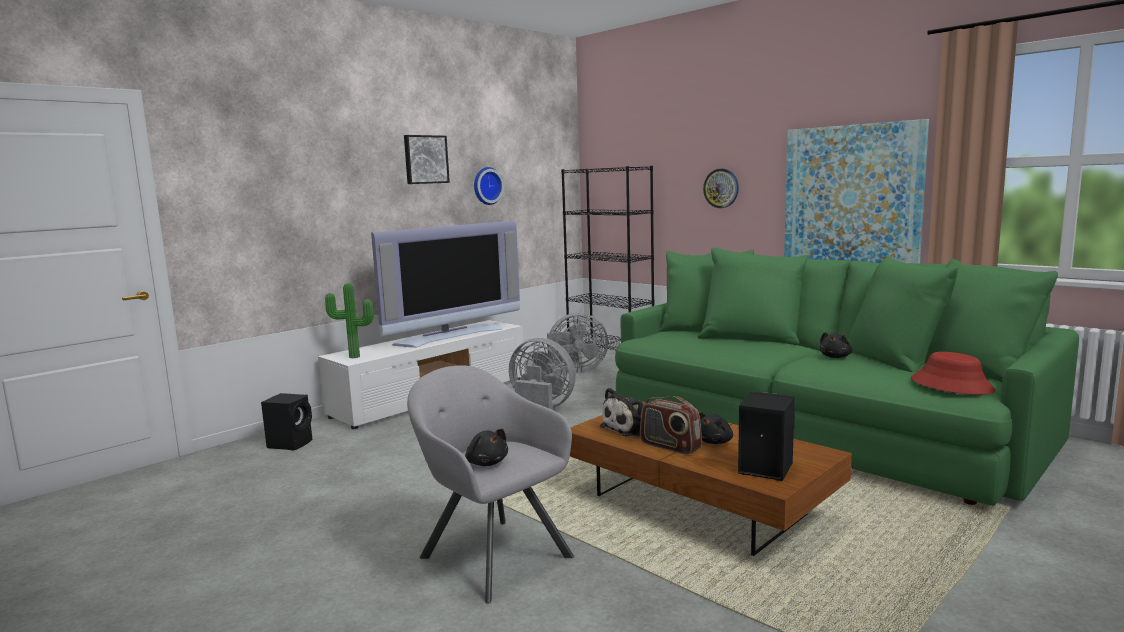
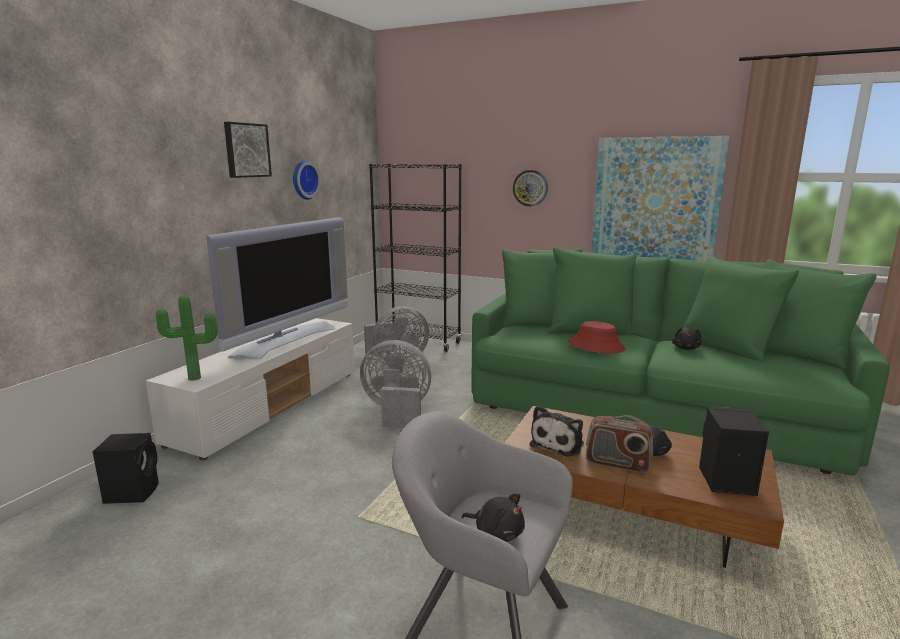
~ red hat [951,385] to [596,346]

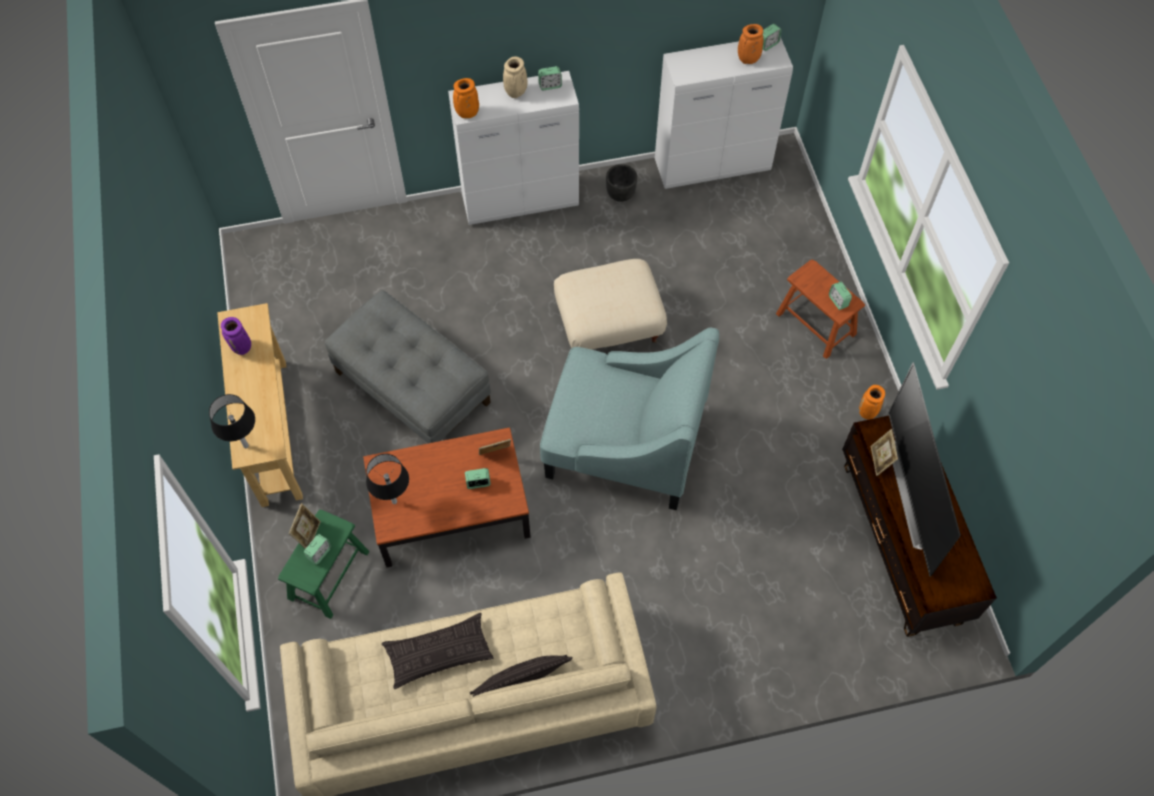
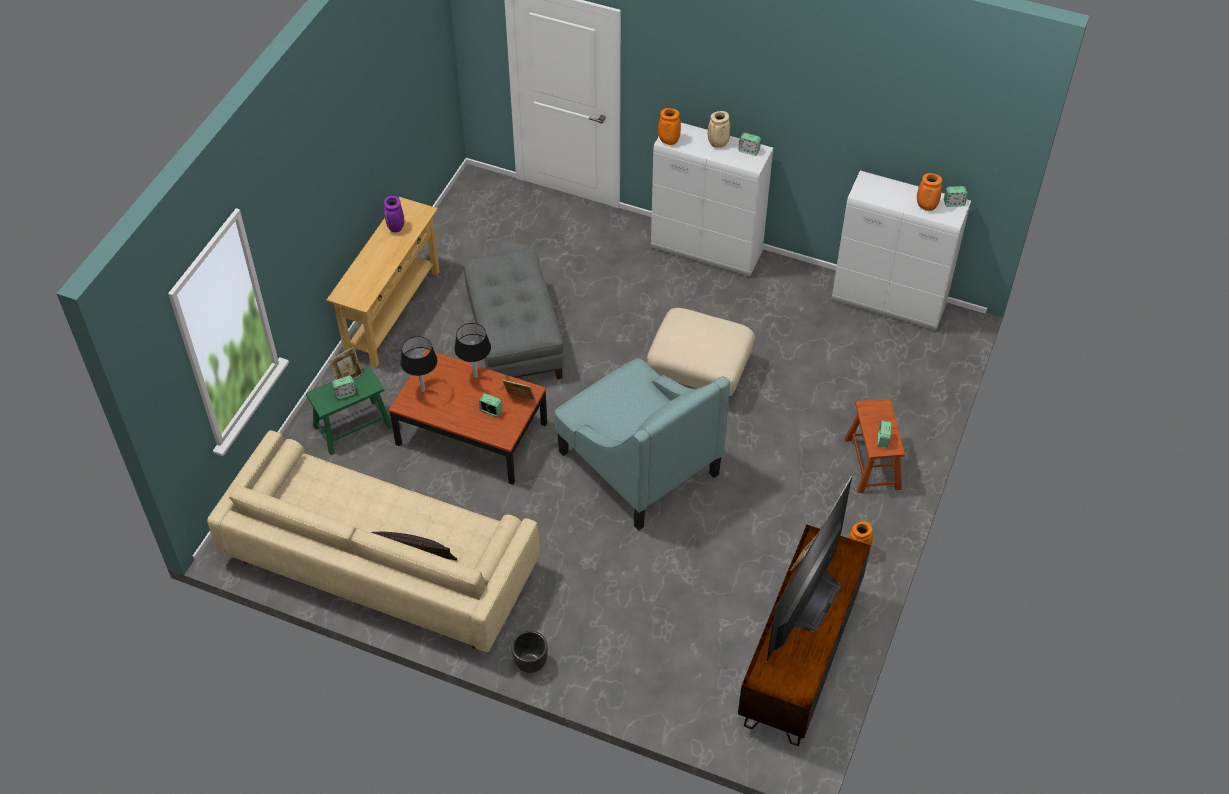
- pillow [438,653]
~ black lamp for a table [246,446] to [475,377]
~ black plant pot [620,195] to [530,663]

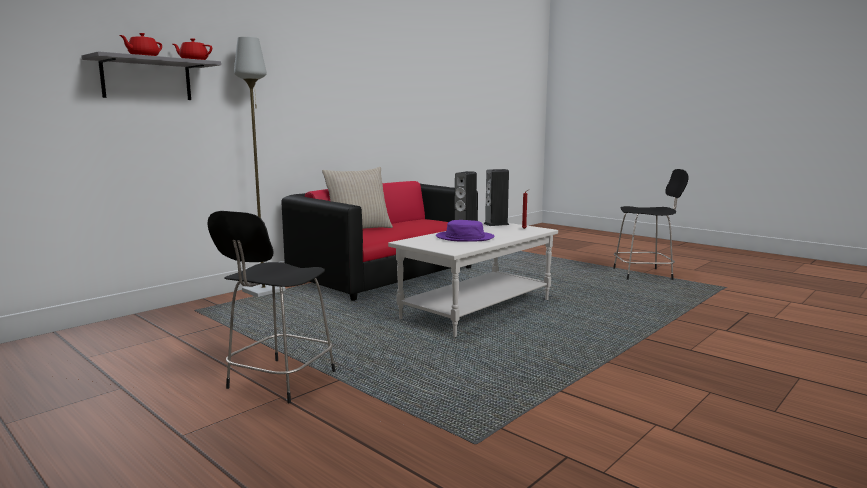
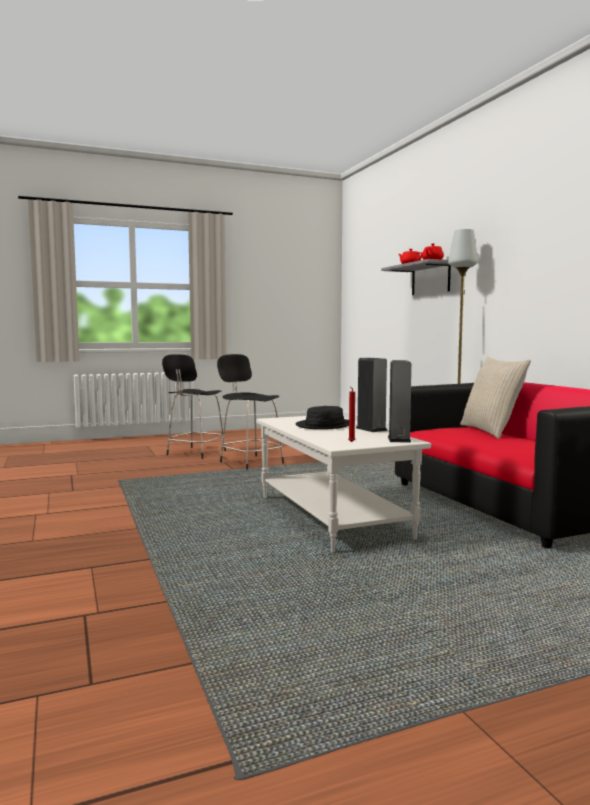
~ black stool seat [644,274] to [195,453]
~ purple hat [465,237] to black hat [325,425]

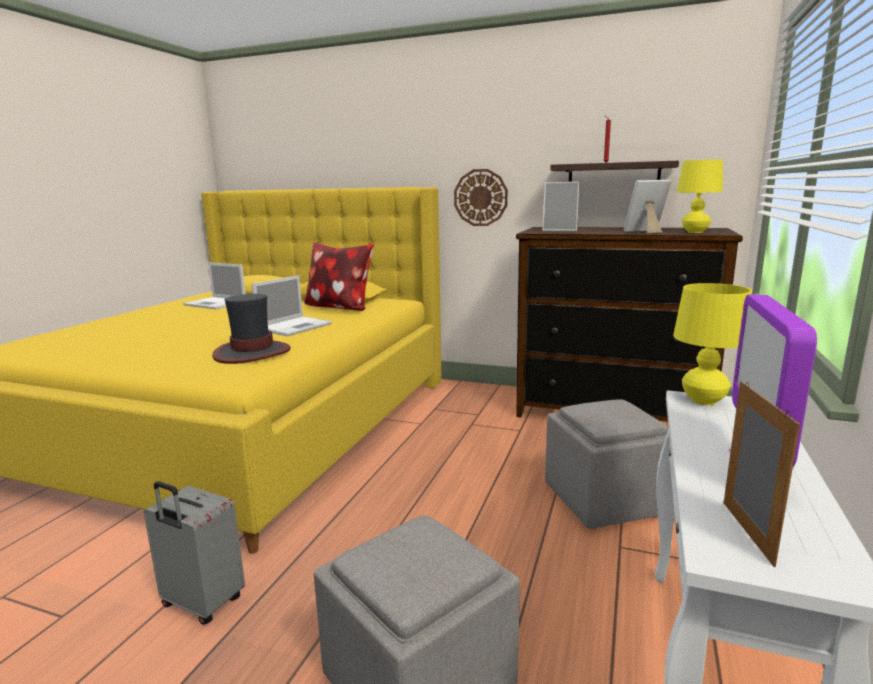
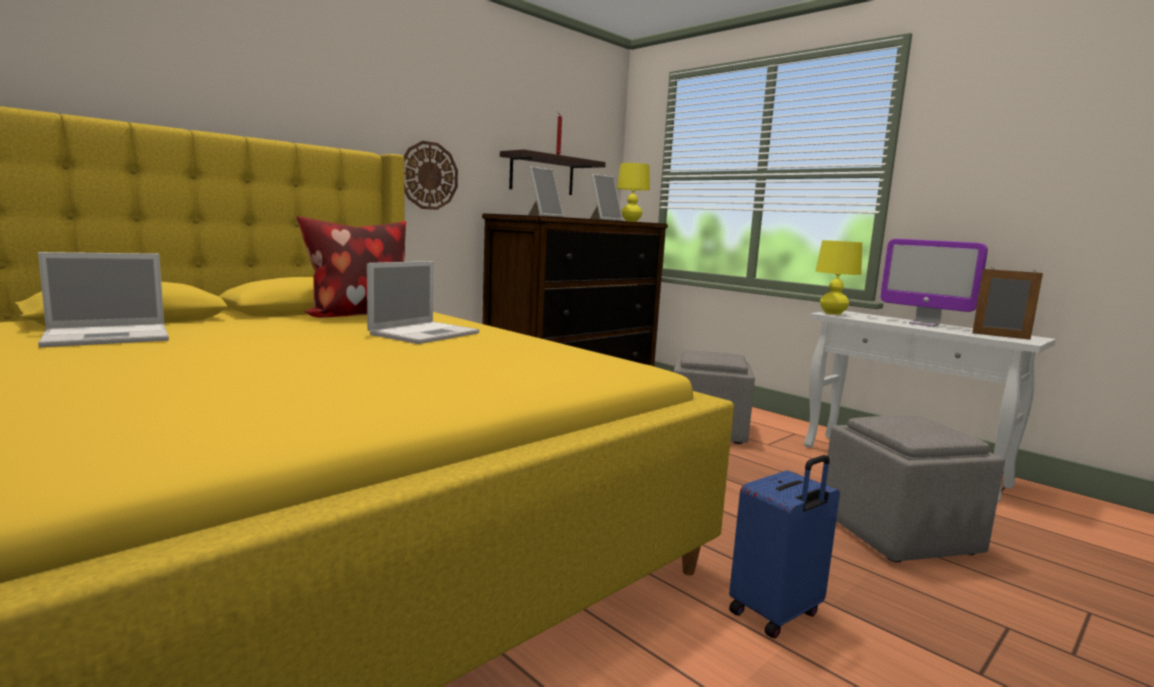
- hat [252,353]
~ grey travel case [201,604] to blue travel case [776,614]
~ portable computer [295,326] = [425,333] 60 degrees clockwise
~ picture frame [645,232] = [604,219] 150 degrees counterclockwise

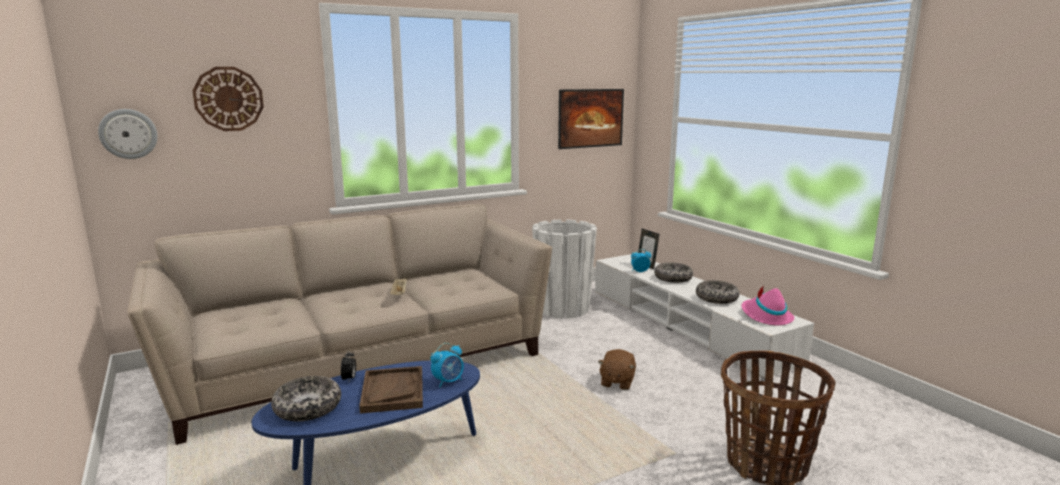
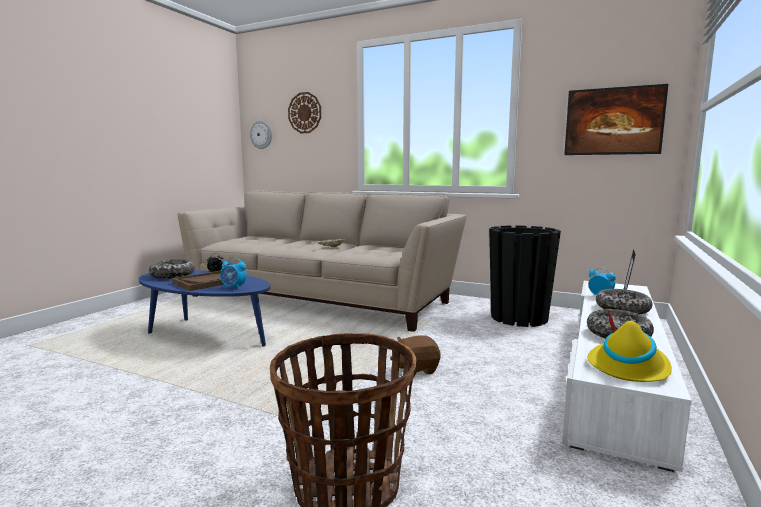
~ whitish plant pot [563,308] to black plant pot [519,317]
~ pink hat [765,316] to yellow-coloured hat [628,366]

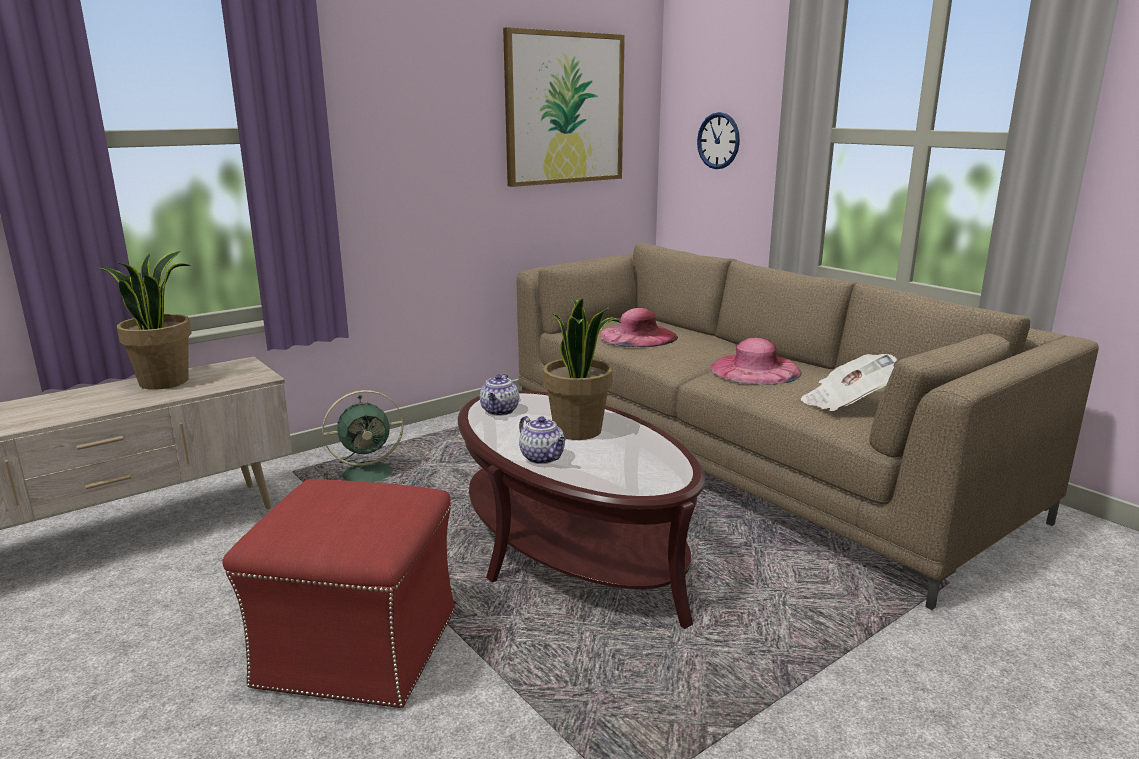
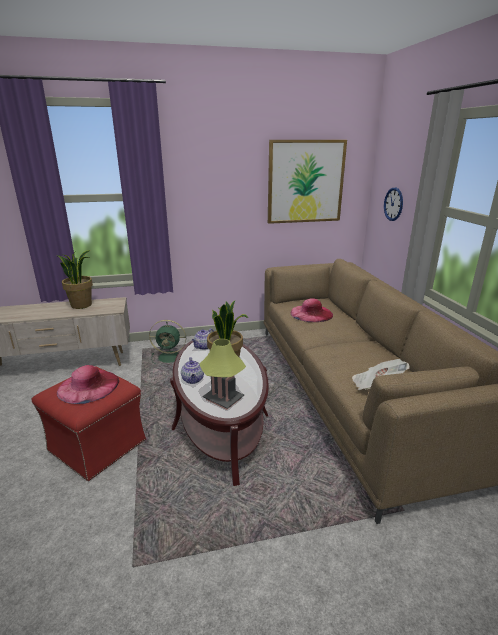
+ lamp for a table [223,399]
~ pink hat [755,369] to [88,386]

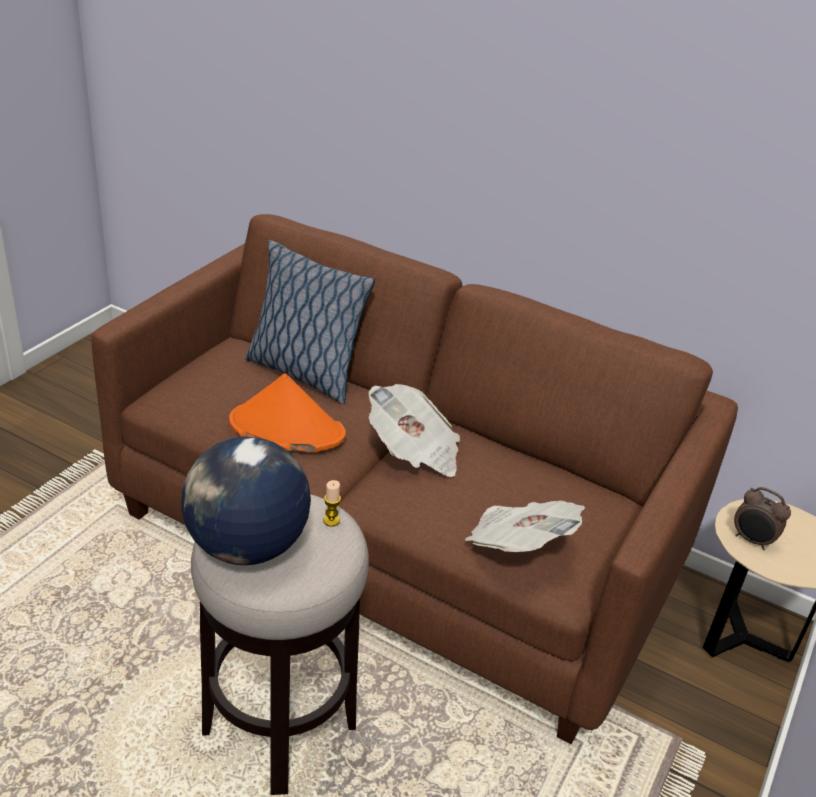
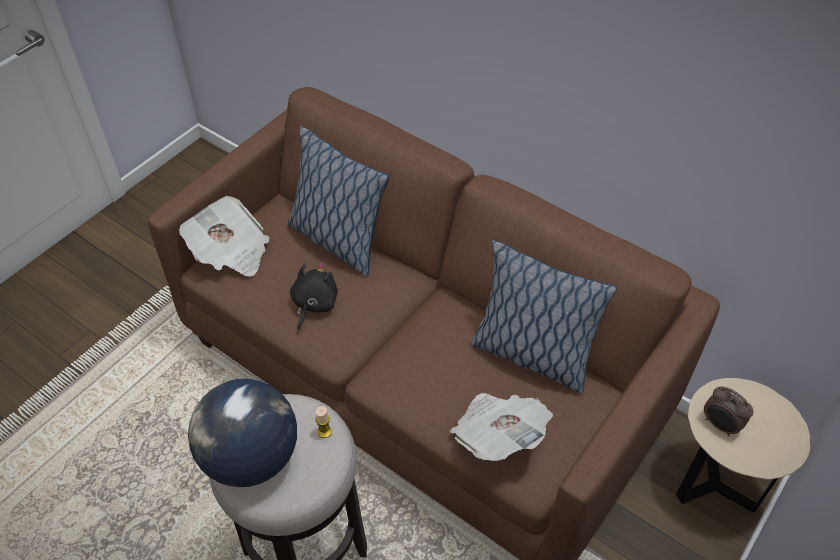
+ pillow [531,355]
~ daily paper [414,451] to [229,251]
~ orangey hat [286,429] to black soft toy [313,304]

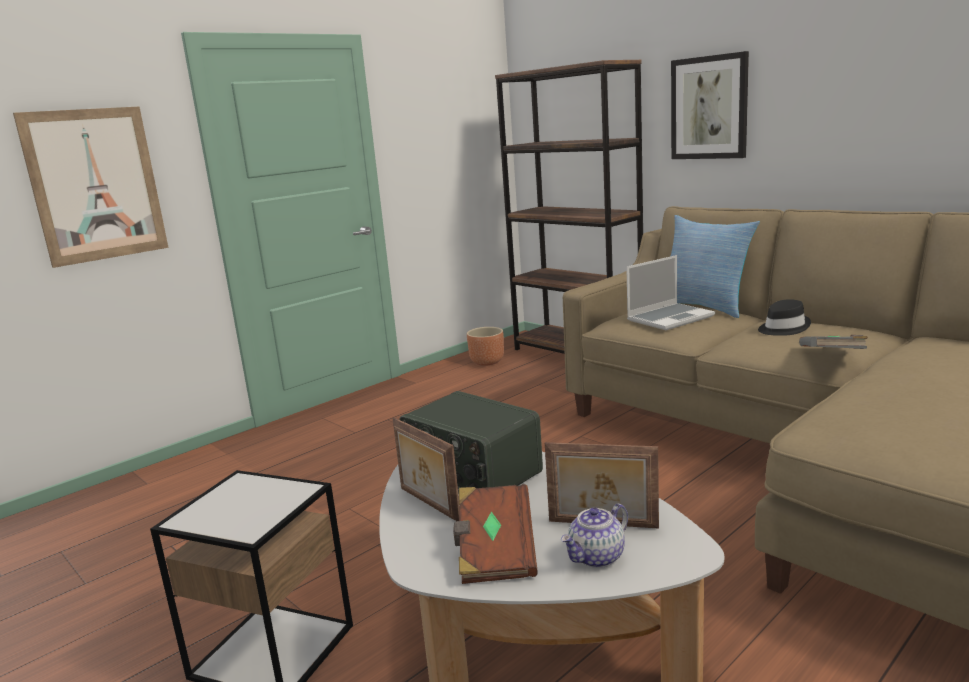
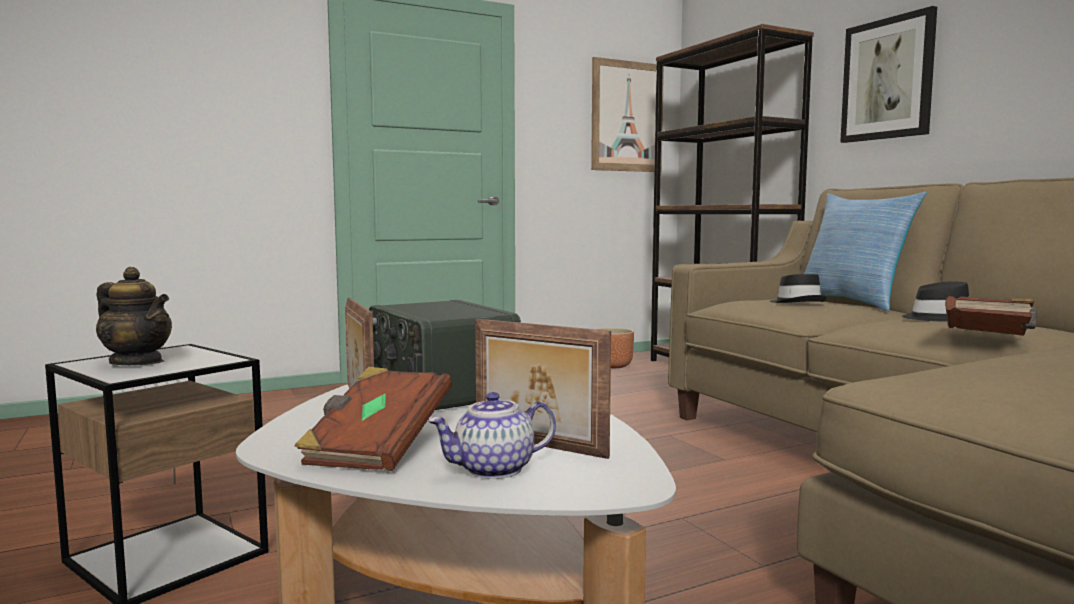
+ tea pot [137,362]
~ wall picture [96,185] to [627,116]
~ portable computer [670,318] to black hat [797,302]
~ grey volume [832,358] to brown-coloured volume [988,339]

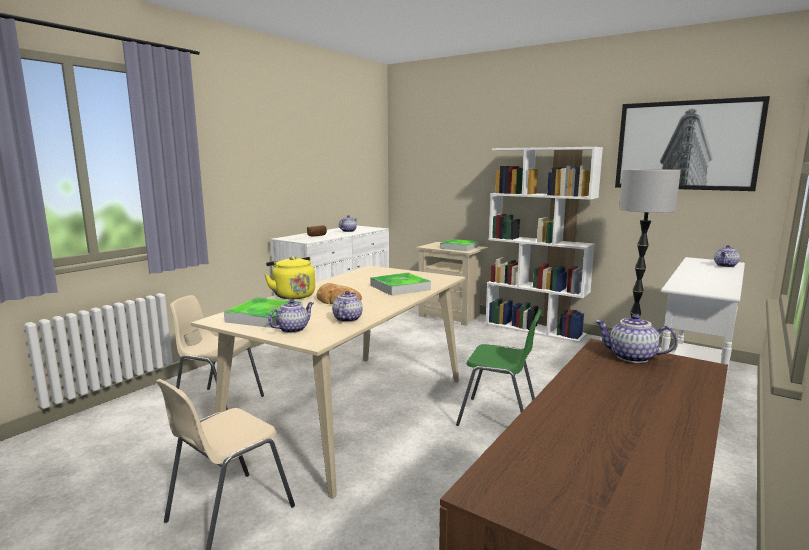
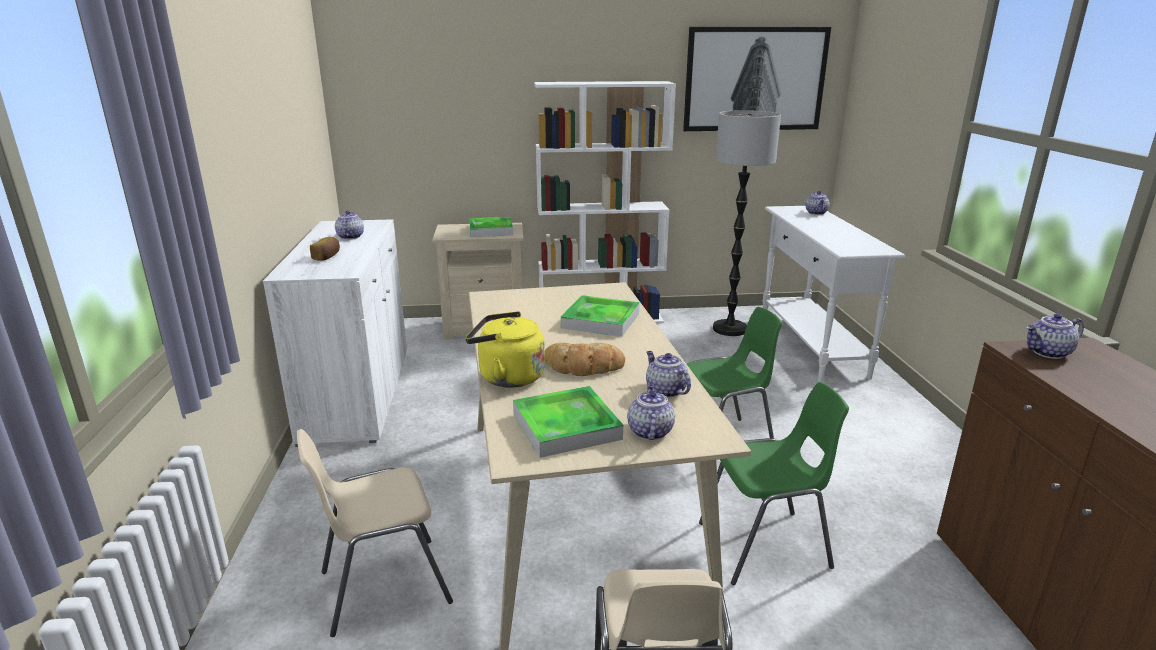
+ green-coloured upright chair [765,546]

